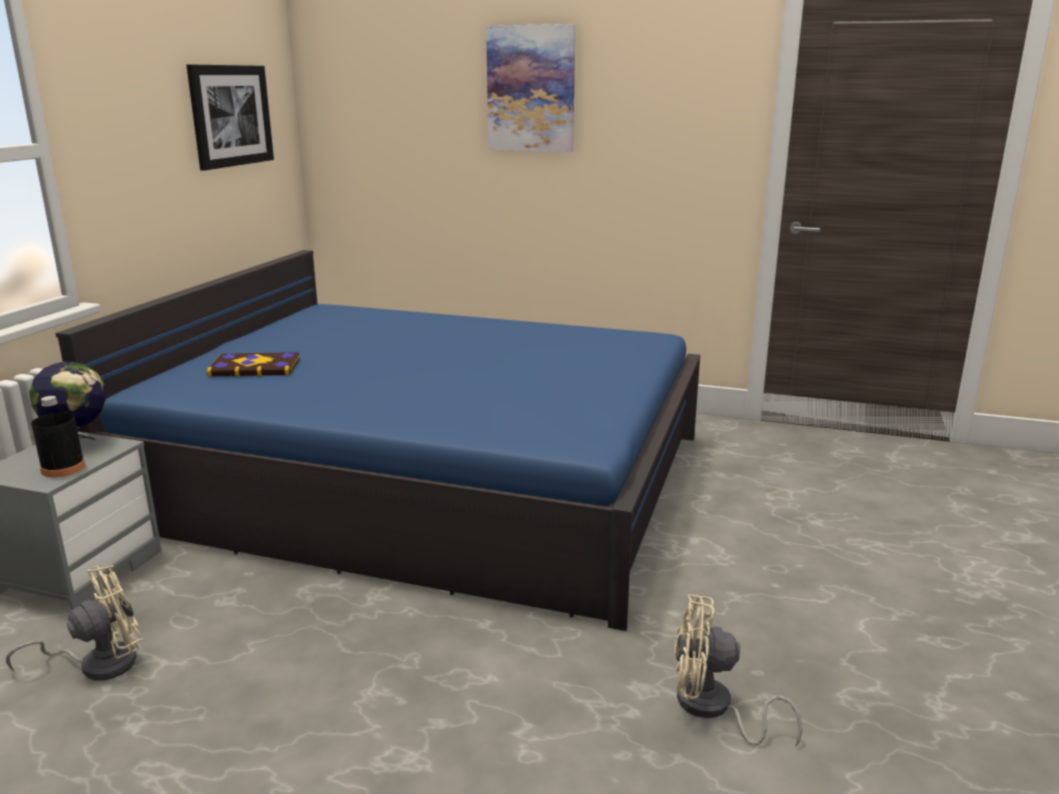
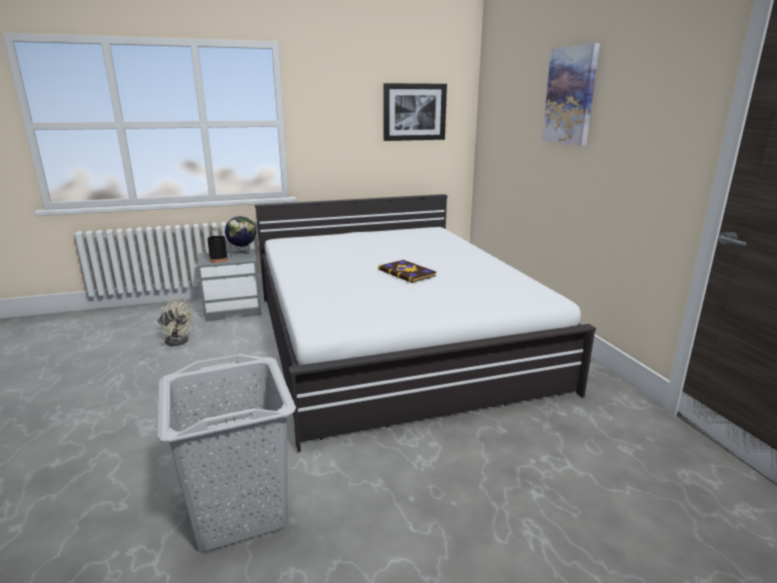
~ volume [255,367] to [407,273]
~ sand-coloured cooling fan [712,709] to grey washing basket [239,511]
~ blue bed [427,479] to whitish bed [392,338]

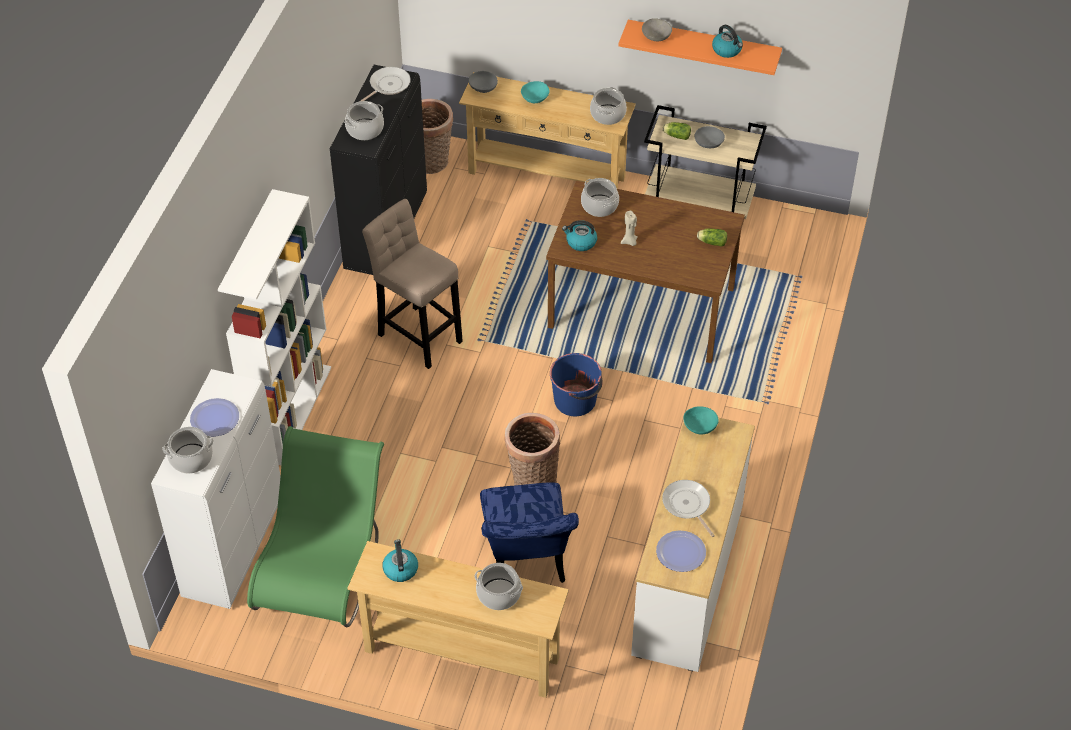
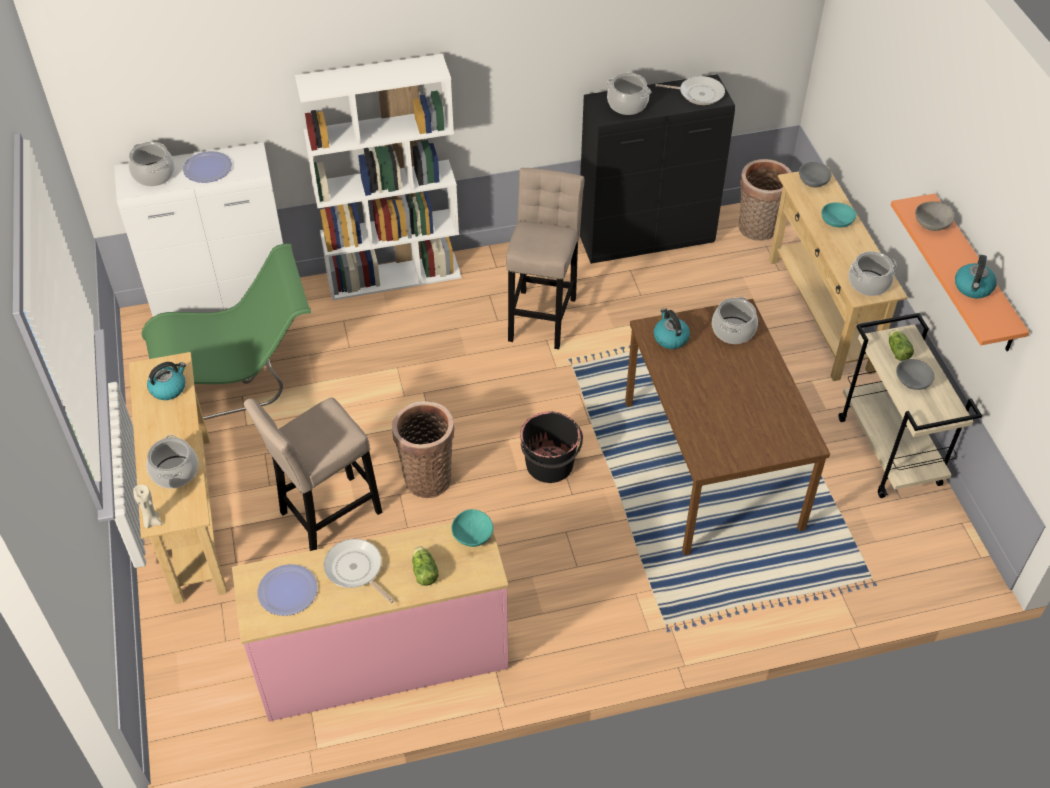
~ sand-coloured candle [629,242] to [151,521]
~ lettuce head [711,242] to [424,570]
~ blue upright chair [526,562] to sand-coloured stool seat [326,516]
~ blue pail [575,400] to black pail [550,465]
~ whitish drawer chest [689,579] to pink drawer chest [383,661]
~ skillet [687,505] = [355,570] 75 degrees counterclockwise

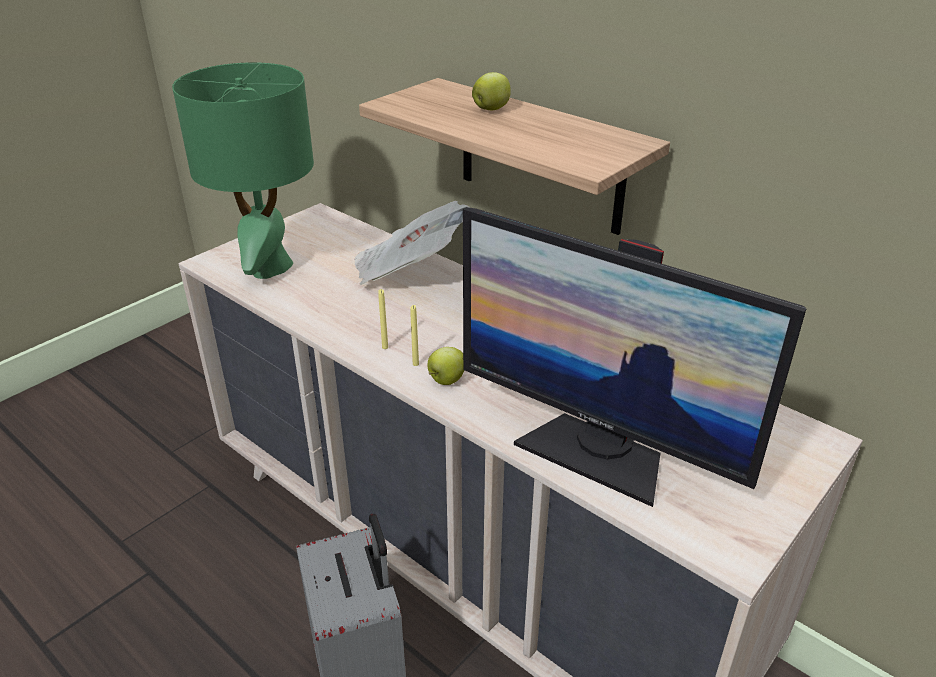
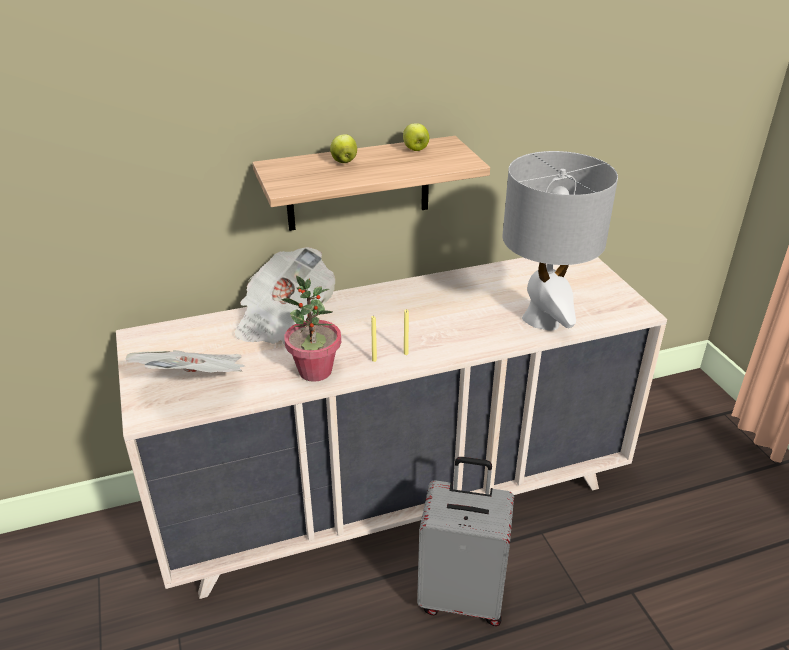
+ houseplant [315,371]
~ apple fruit [446,380] to [415,149]
~ green-coloured lamp for a table [269,267] to daily paper [197,384]
~ computer display [598,451] to grey lamp for a table [542,319]

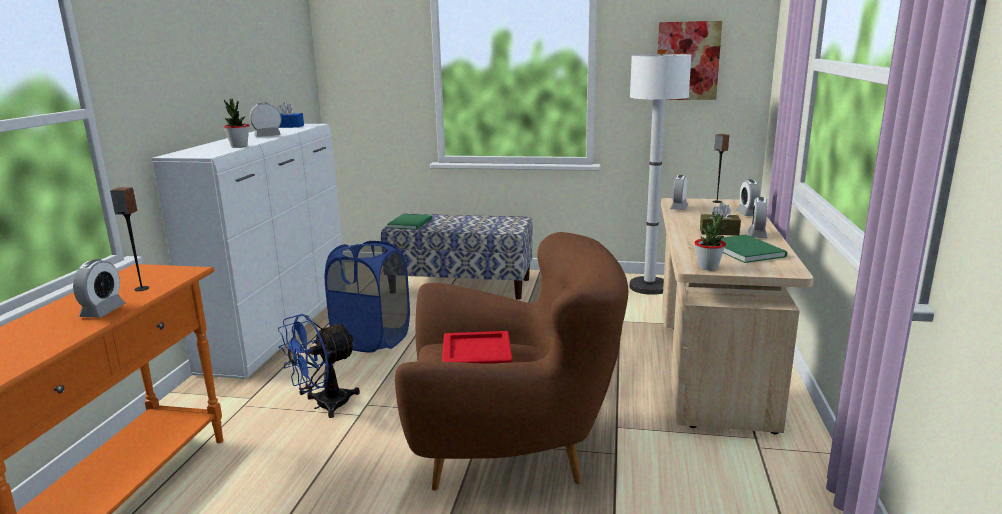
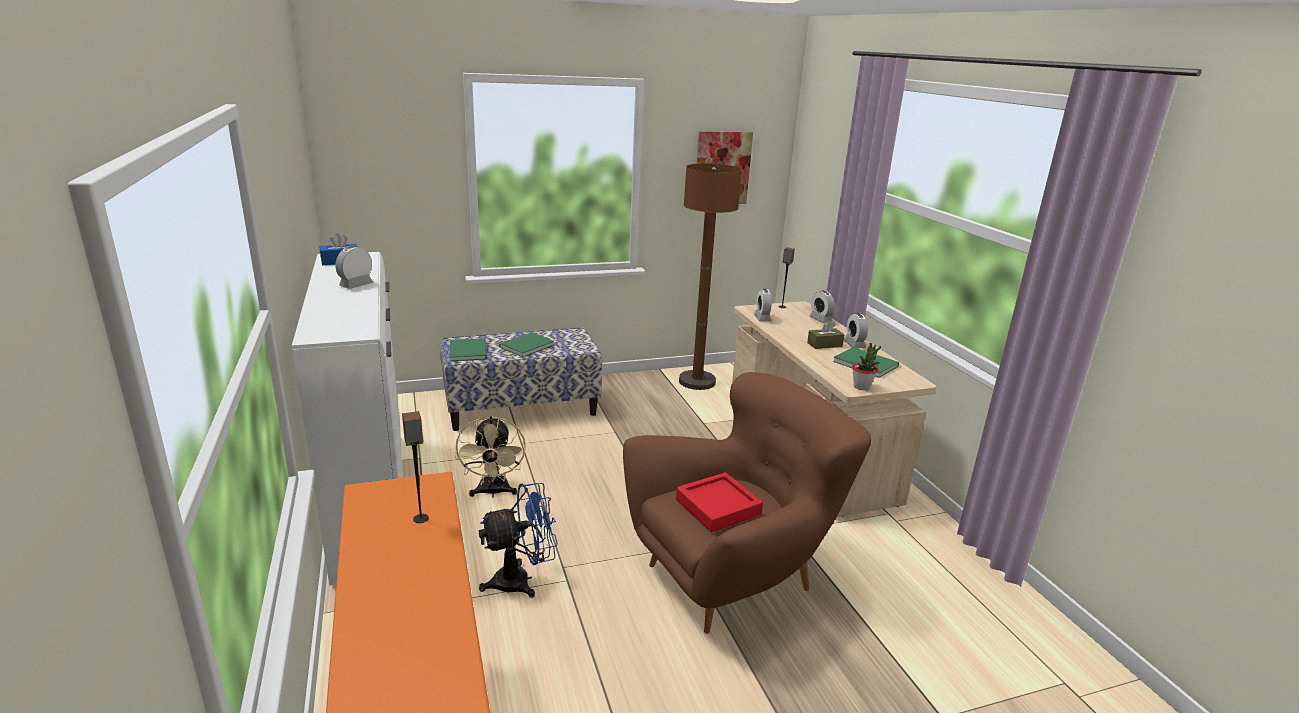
- bedside clock [103,311]
- houseplant [239,146]
+ green-coloured volume [525,346]
~ blue washing basket [372,340] to sand-coloured cooling fan [493,492]
~ whitish standing lamp [649,287] to brown-coloured standing lamp [697,381]
~ blue cooling fan [324,406] = [521,580] 135 degrees counterclockwise

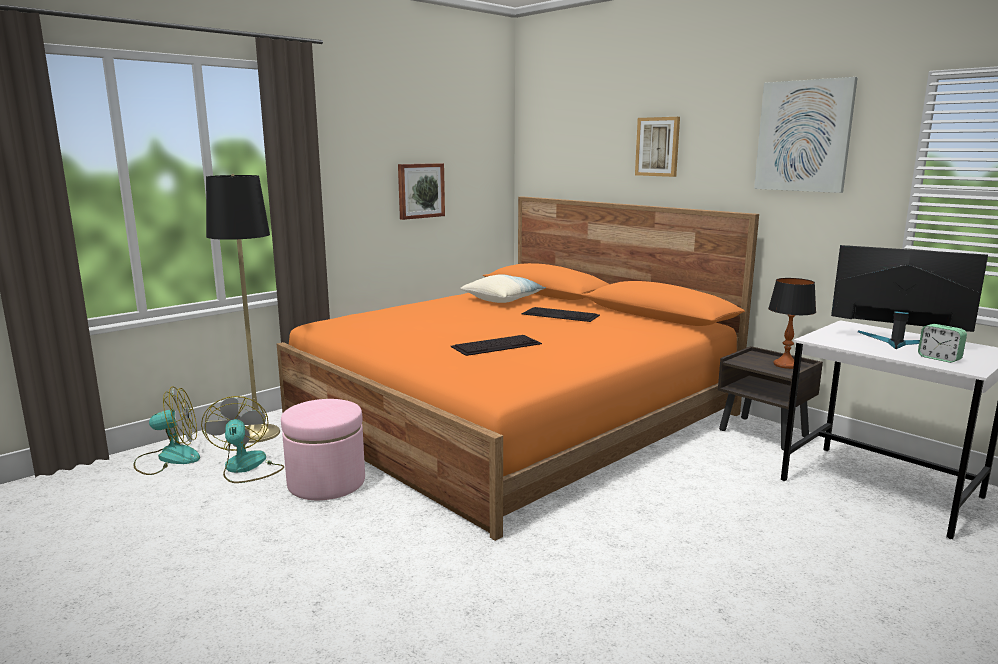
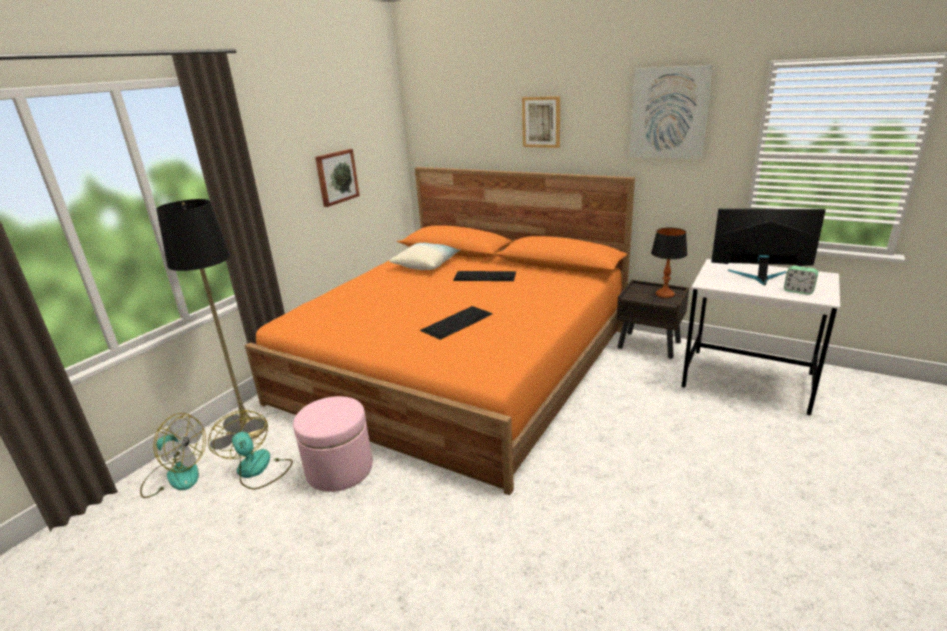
~ cooling fan [168,458] = [175,475] 45 degrees clockwise

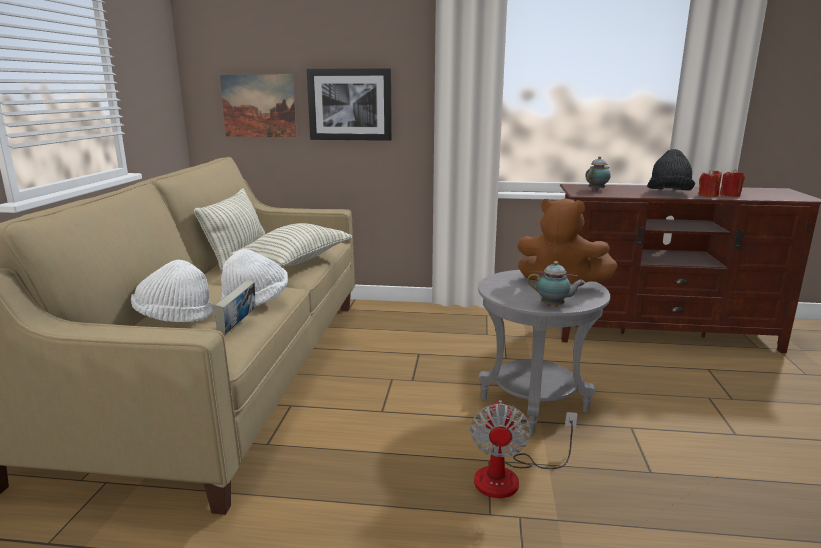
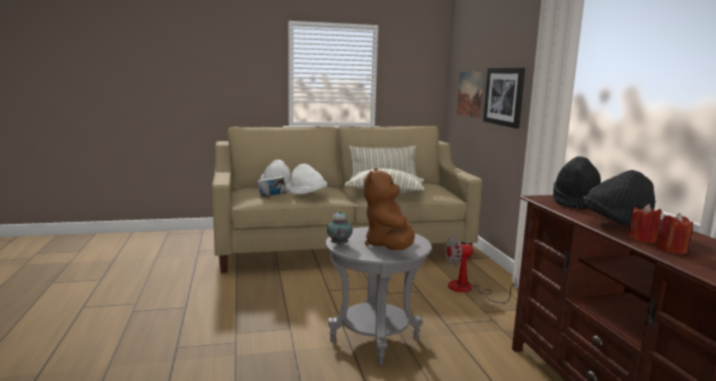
~ cooling fan [510,477] to [468,289]
~ tea pot [597,190] to black hat [575,202]

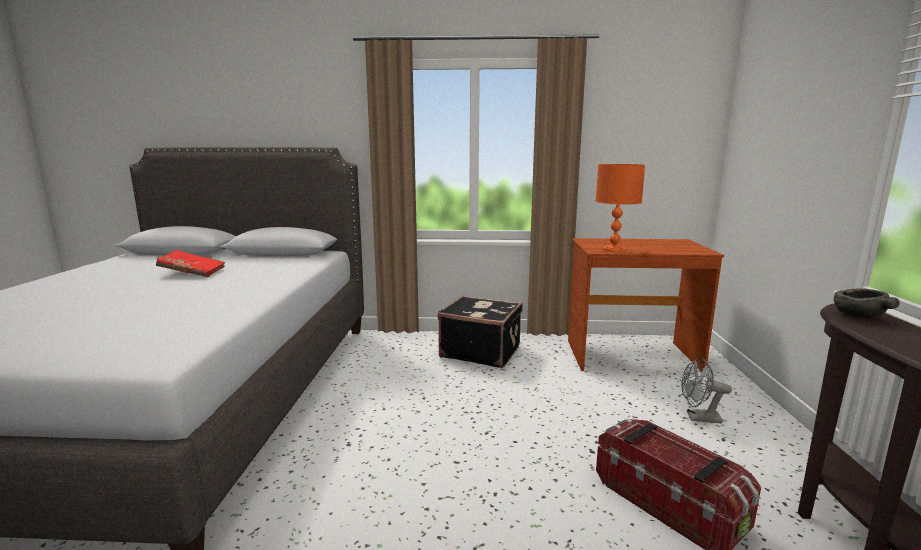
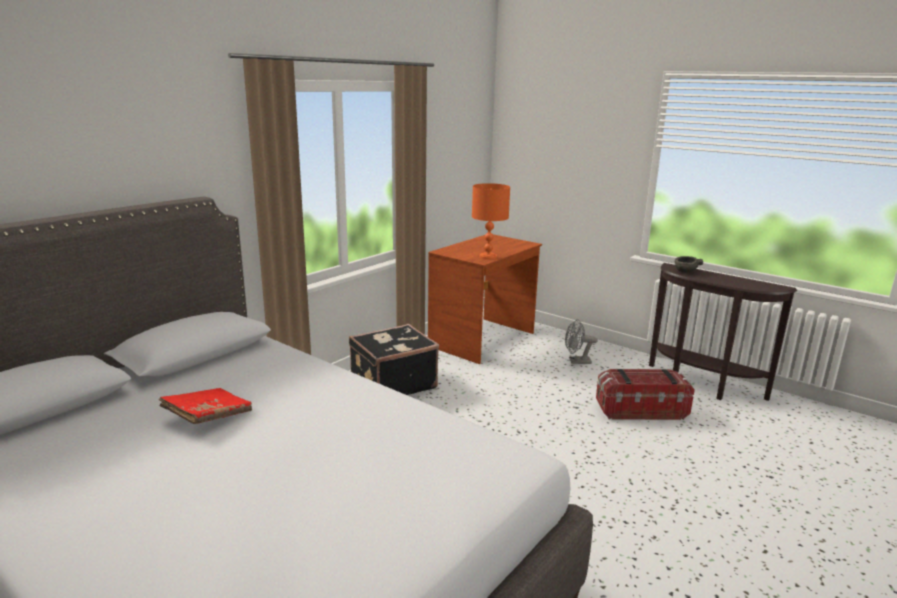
~ grey cooling fan [698,418] = [576,362] 45 degrees clockwise

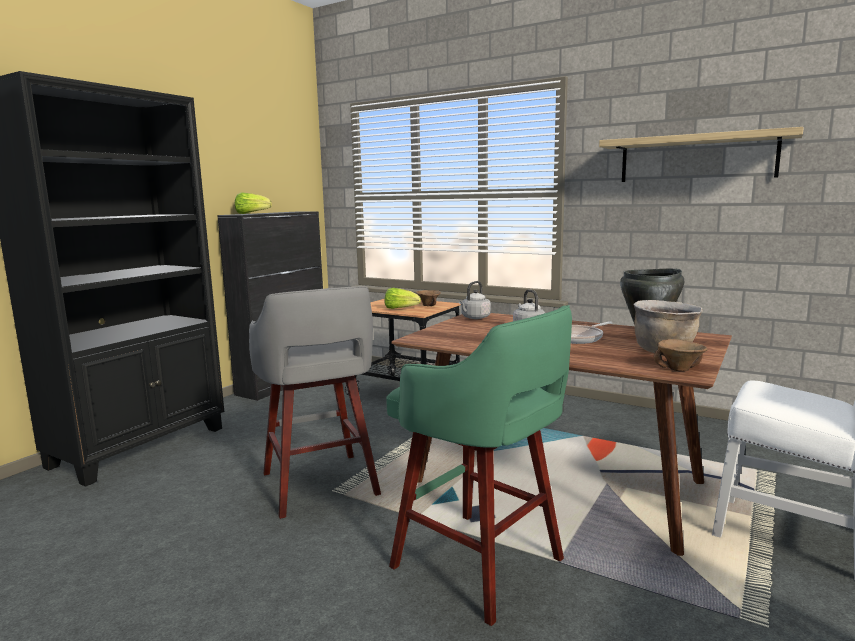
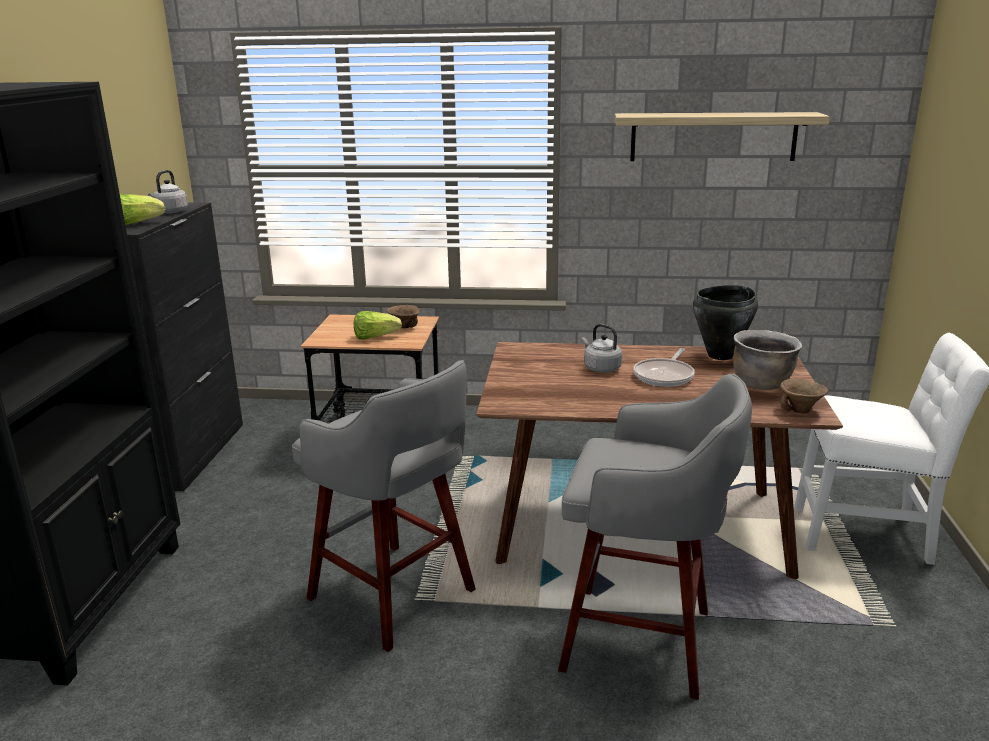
~ grey tea kettle [474,318] to [170,212]
~ green-coloured stool seat [481,566] to grey stool seat [643,641]

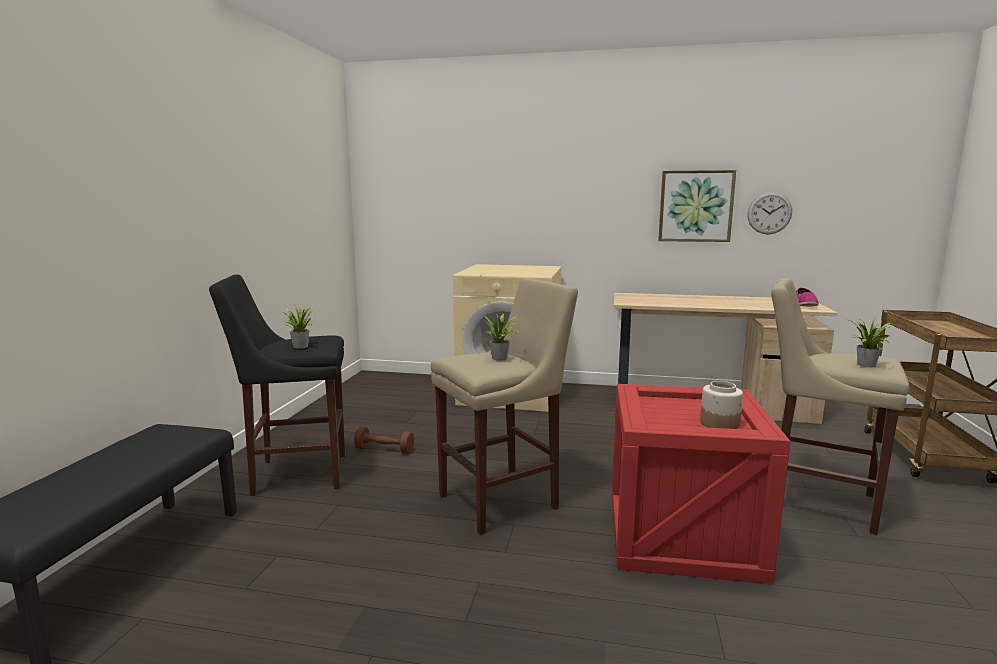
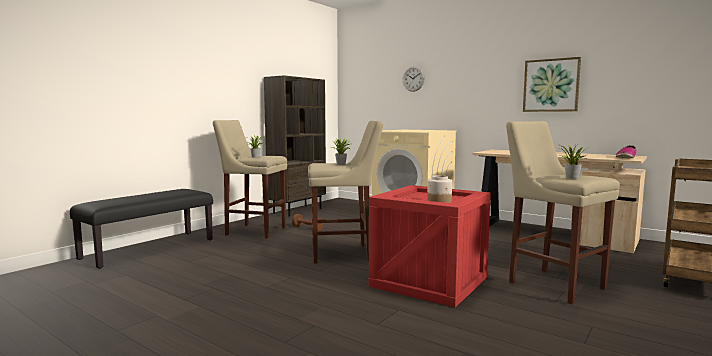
+ brown-coloured shelving unit [297,210]
~ hanging clock [769,213] to [413,78]
~ black stool seat [295,474] to sand-coloured stool seat [253,231]

